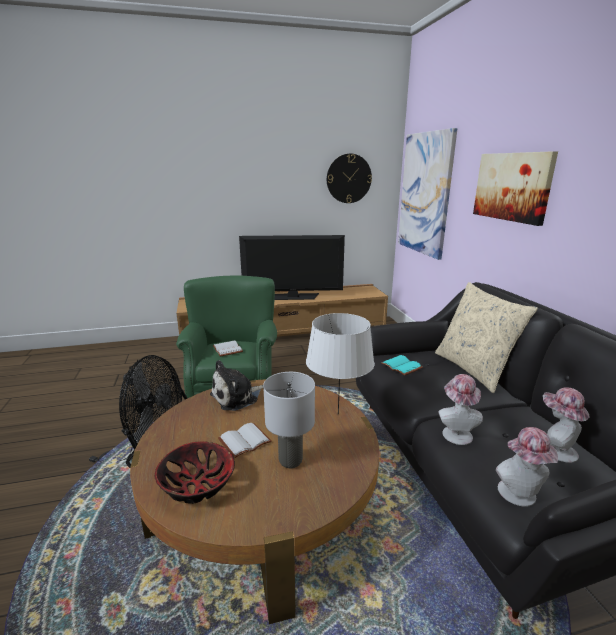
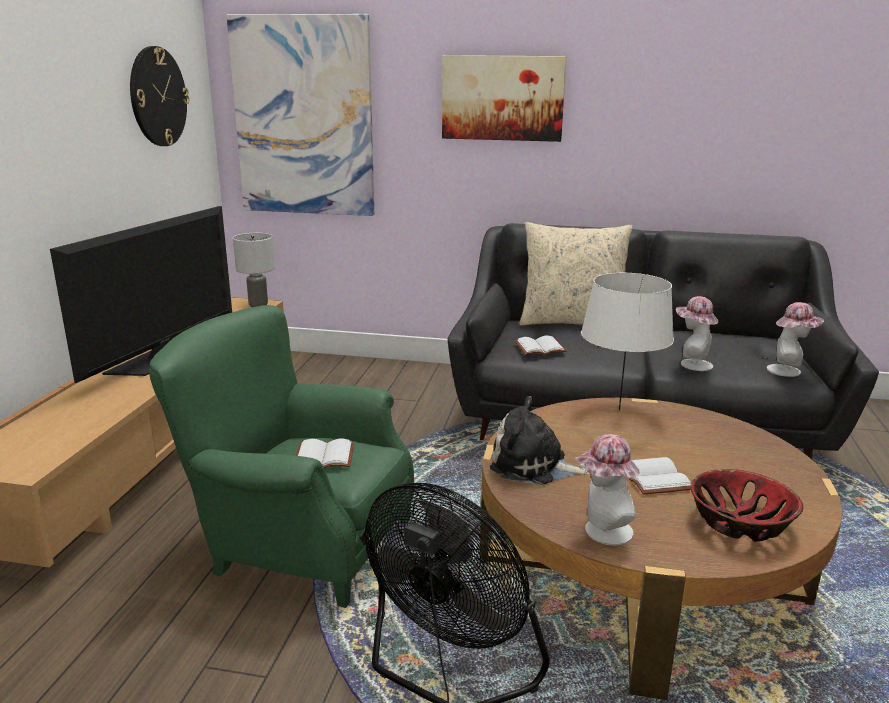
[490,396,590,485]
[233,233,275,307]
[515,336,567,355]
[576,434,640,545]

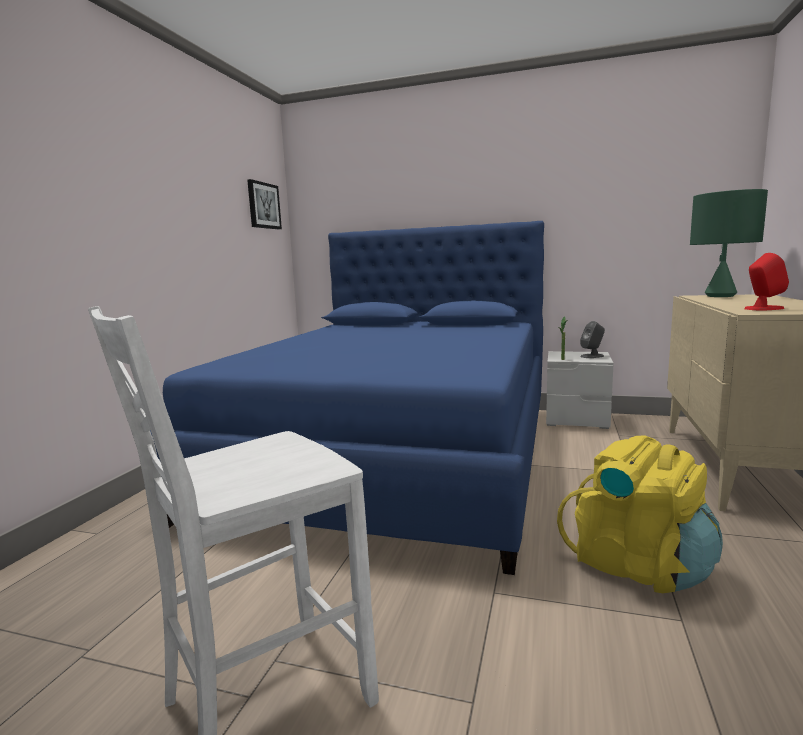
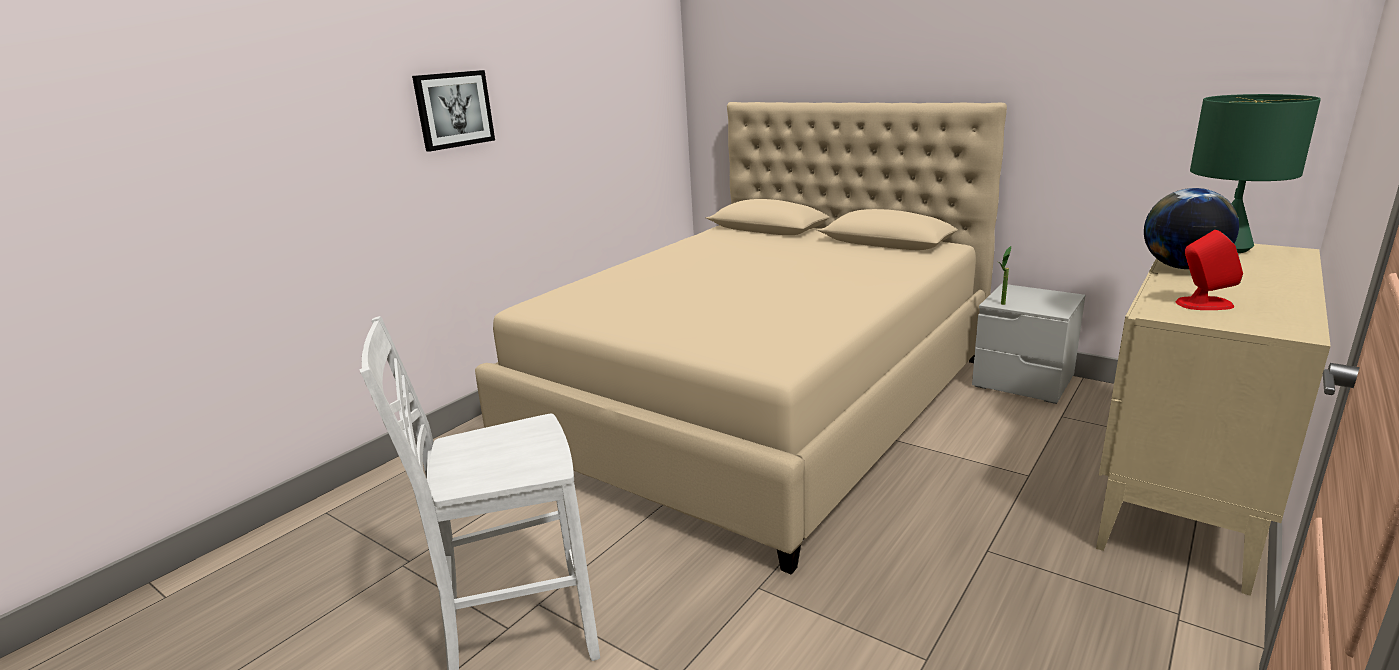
[475,102,1007,574]
[412,70,495,151]
[557,435,723,593] (first image)
[580,321,605,358] (first image)
[1144,188,1239,269]

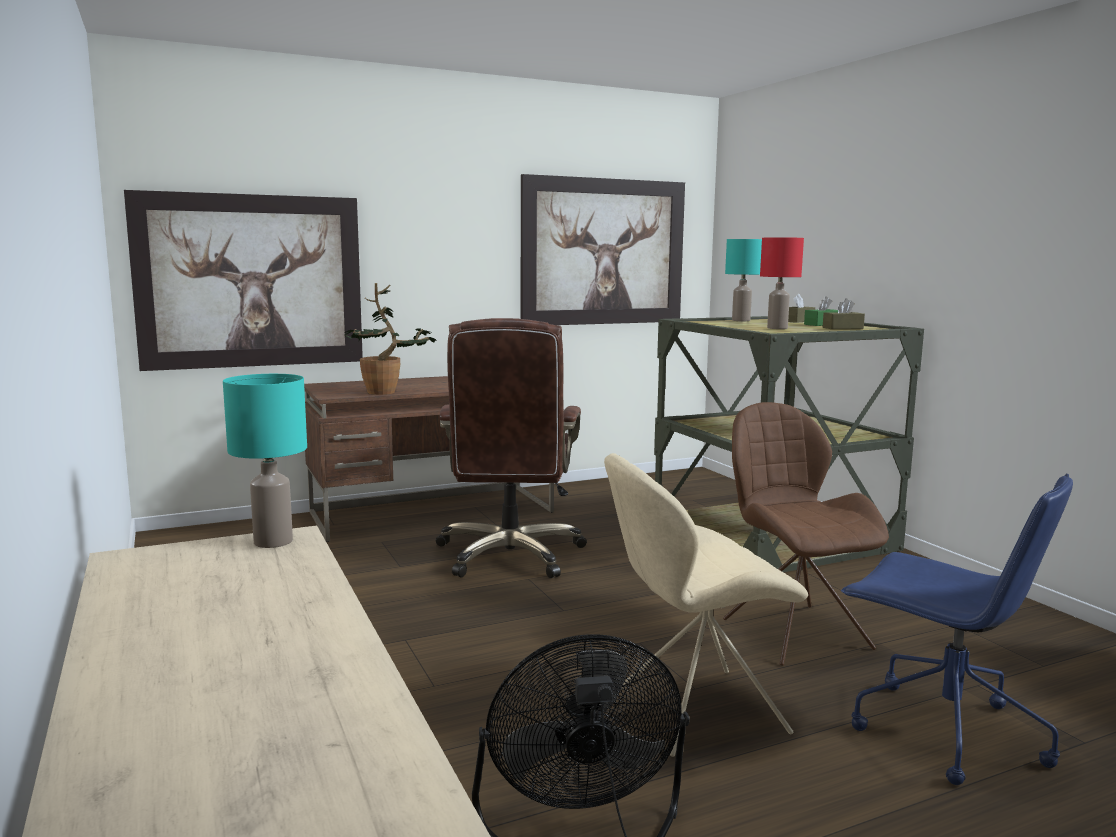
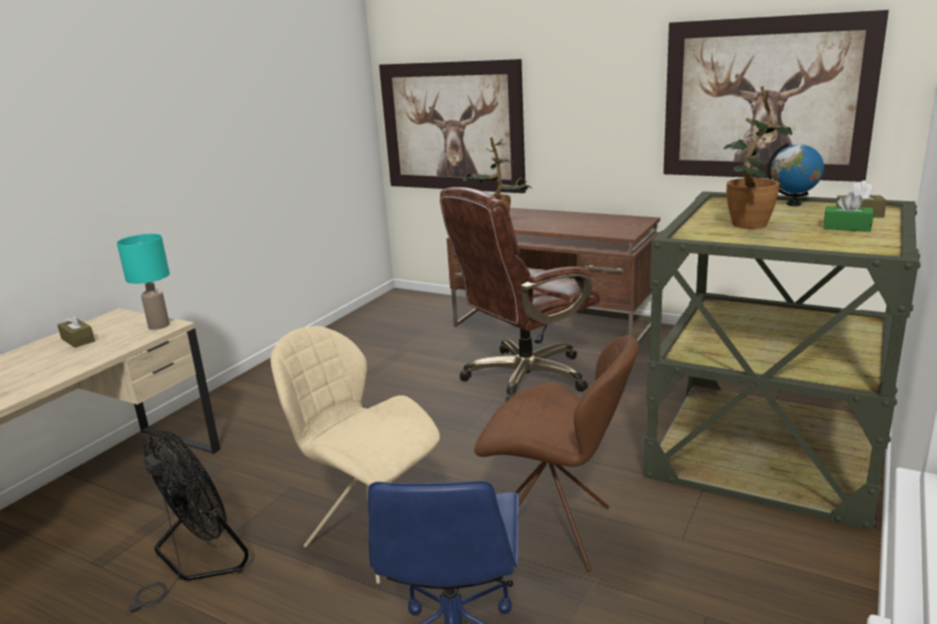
[474,335,639,571]
[767,143,824,206]
[723,86,792,229]
[58,311,95,348]

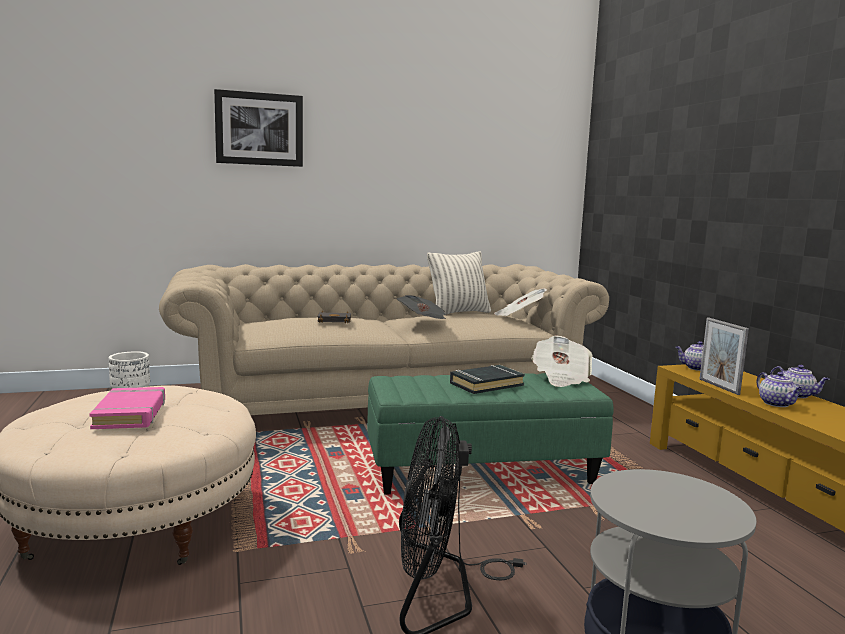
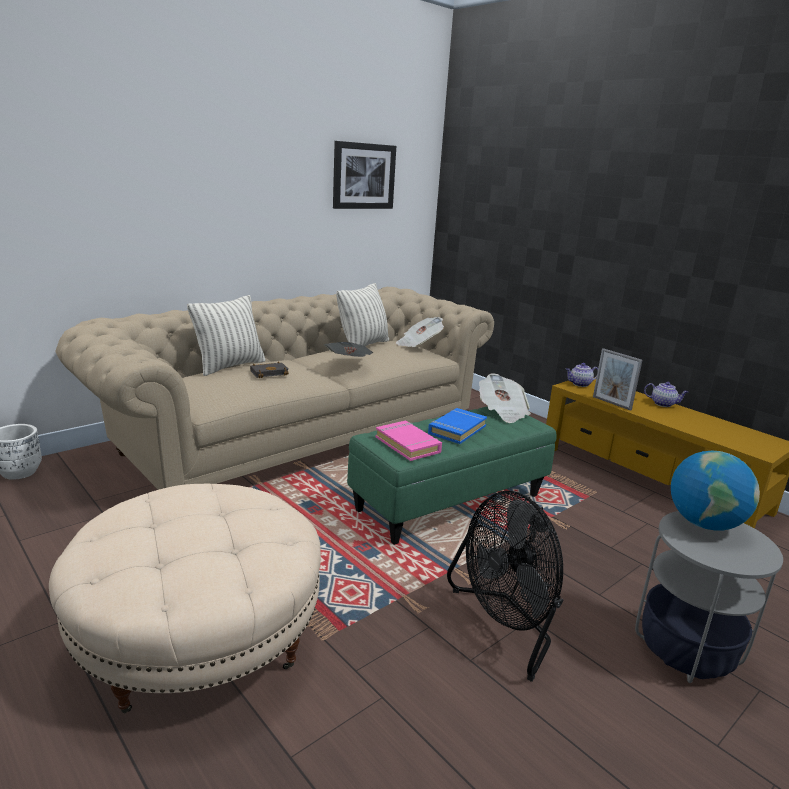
[375,421,442,461]
[333,141,396,209]
[428,408,487,444]
[756,372,803,407] (first image)
[187,295,266,376]
[671,451,760,531]

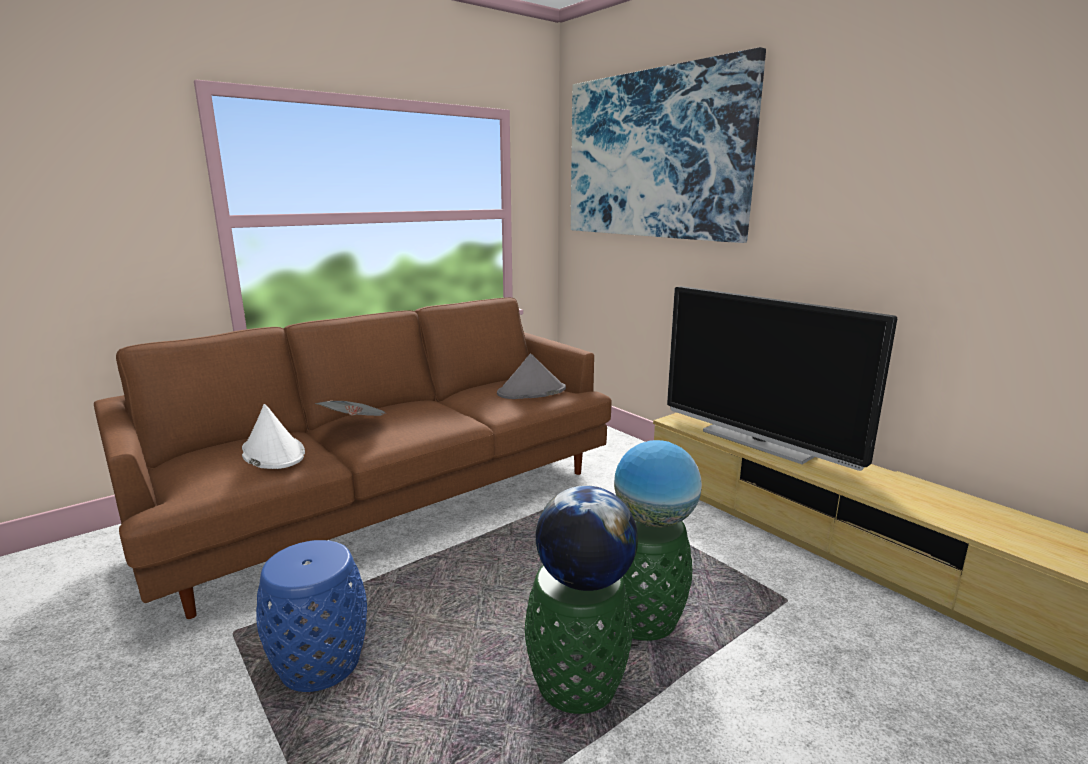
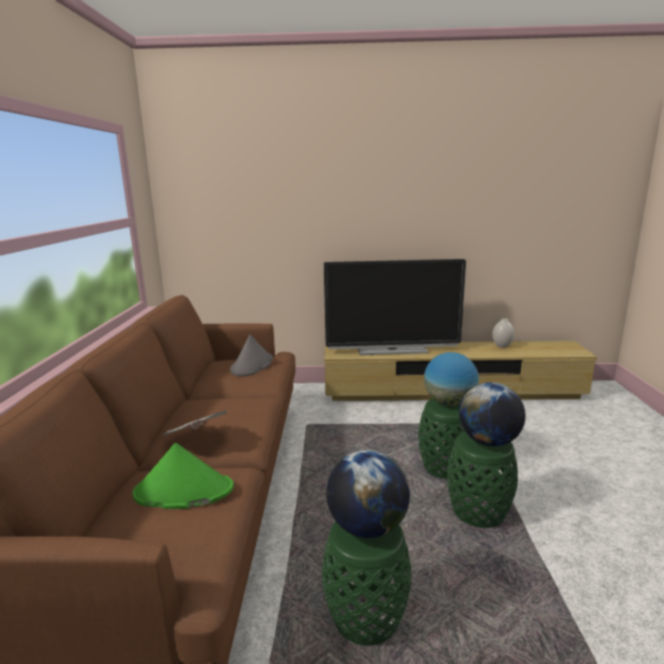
[133,443,234,509]
[322,521,411,645]
[571,47,766,243] (first image)
[326,450,410,538]
[492,318,515,348]

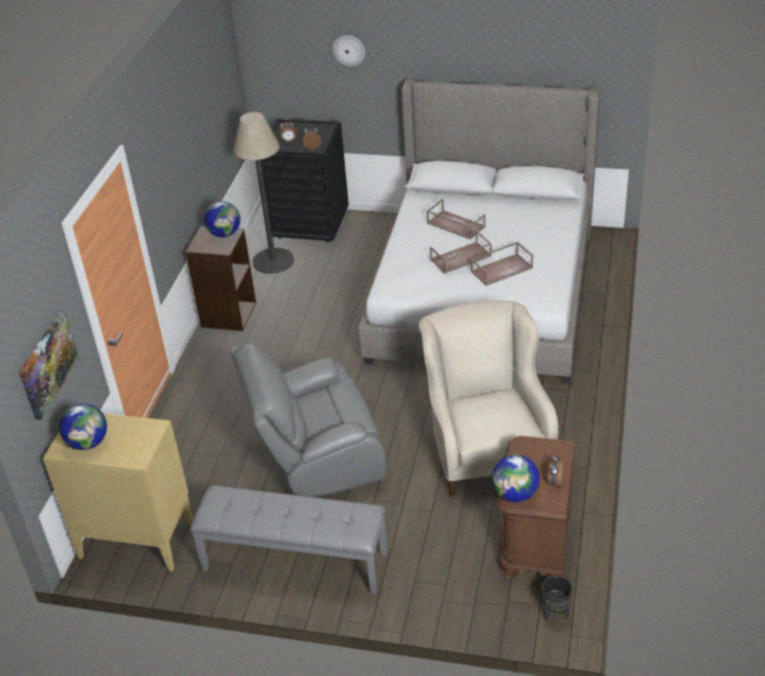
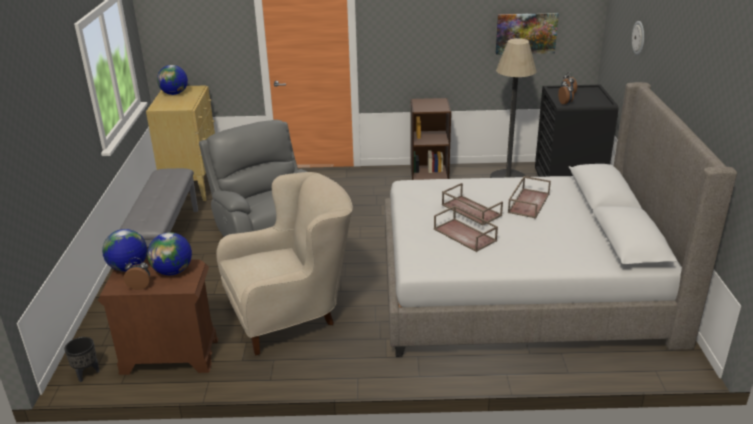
[495,13,559,55]
[147,232,192,275]

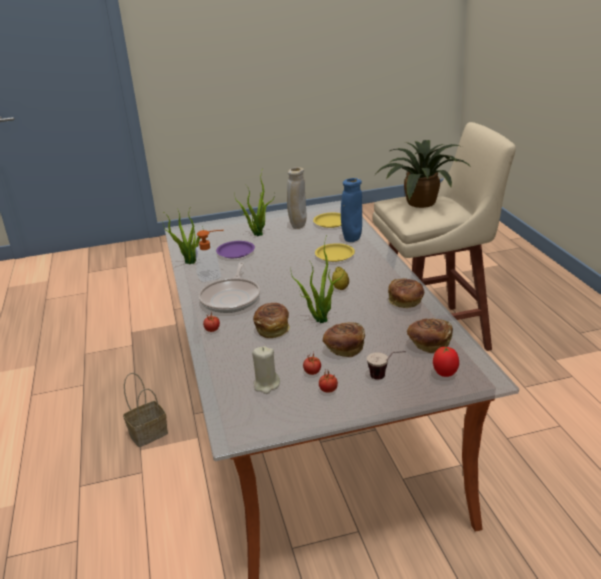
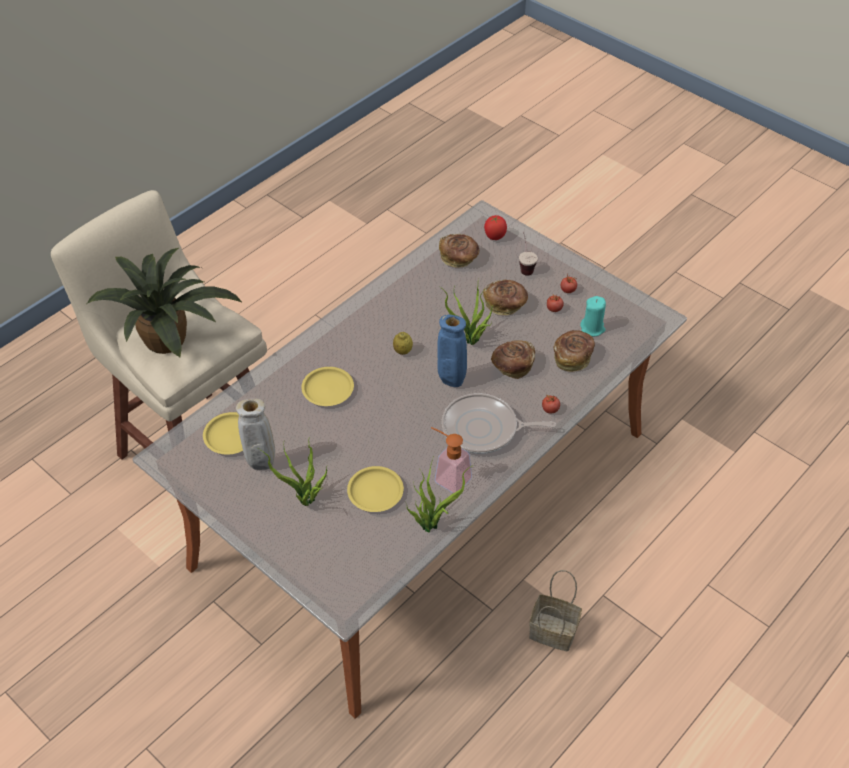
[442,393,556,454]
[347,466,404,512]
[580,296,606,336]
[437,315,467,387]
[553,330,595,372]

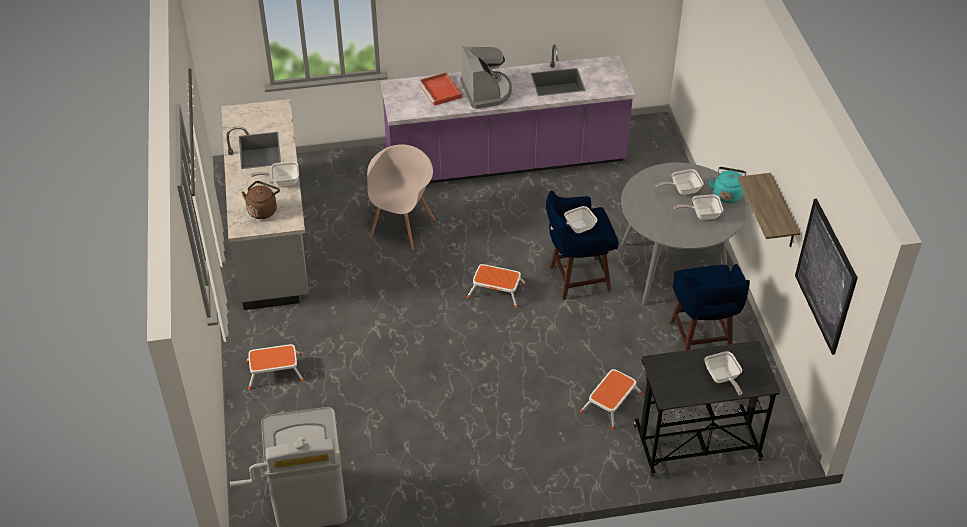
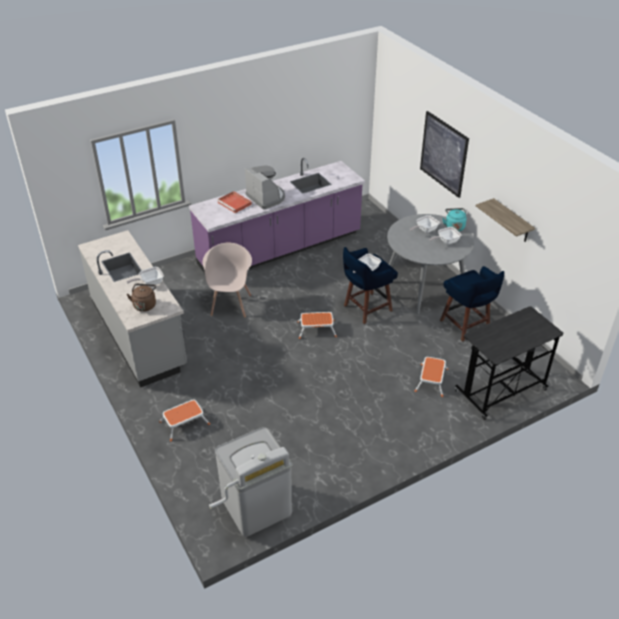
[704,351,742,396] (first image)
[420,111,469,198]

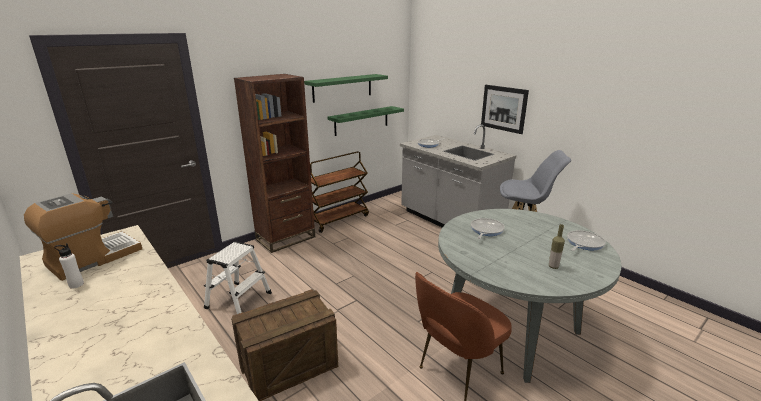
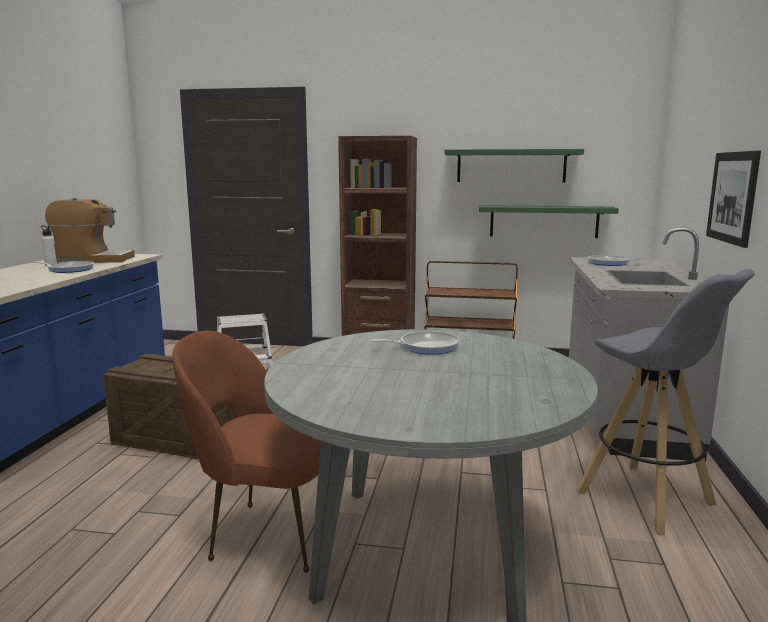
[549,224,565,269] (first image)
[30,261,94,273]

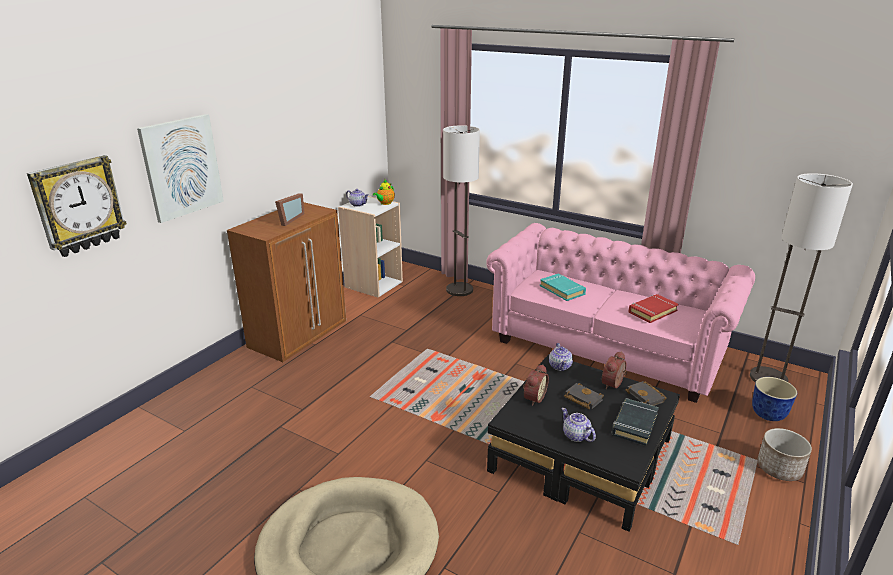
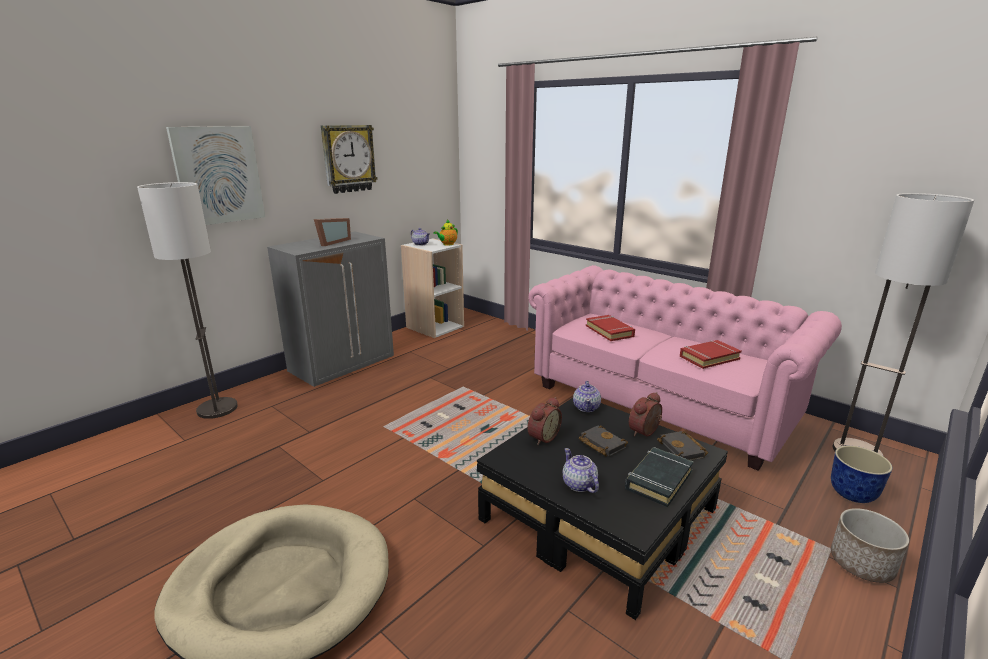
[321,125,378,194]
[267,232,394,387]
[137,182,238,419]
[586,315,635,341]

